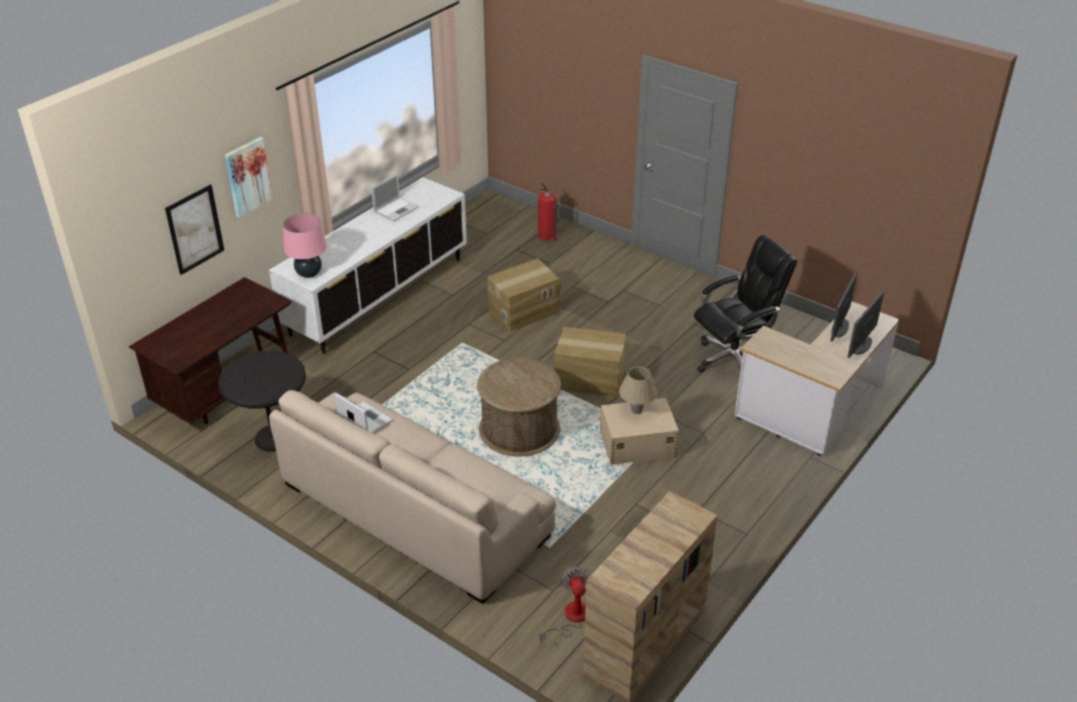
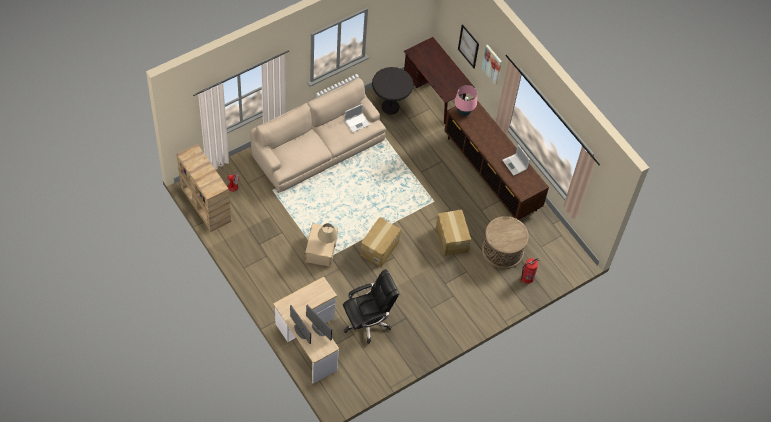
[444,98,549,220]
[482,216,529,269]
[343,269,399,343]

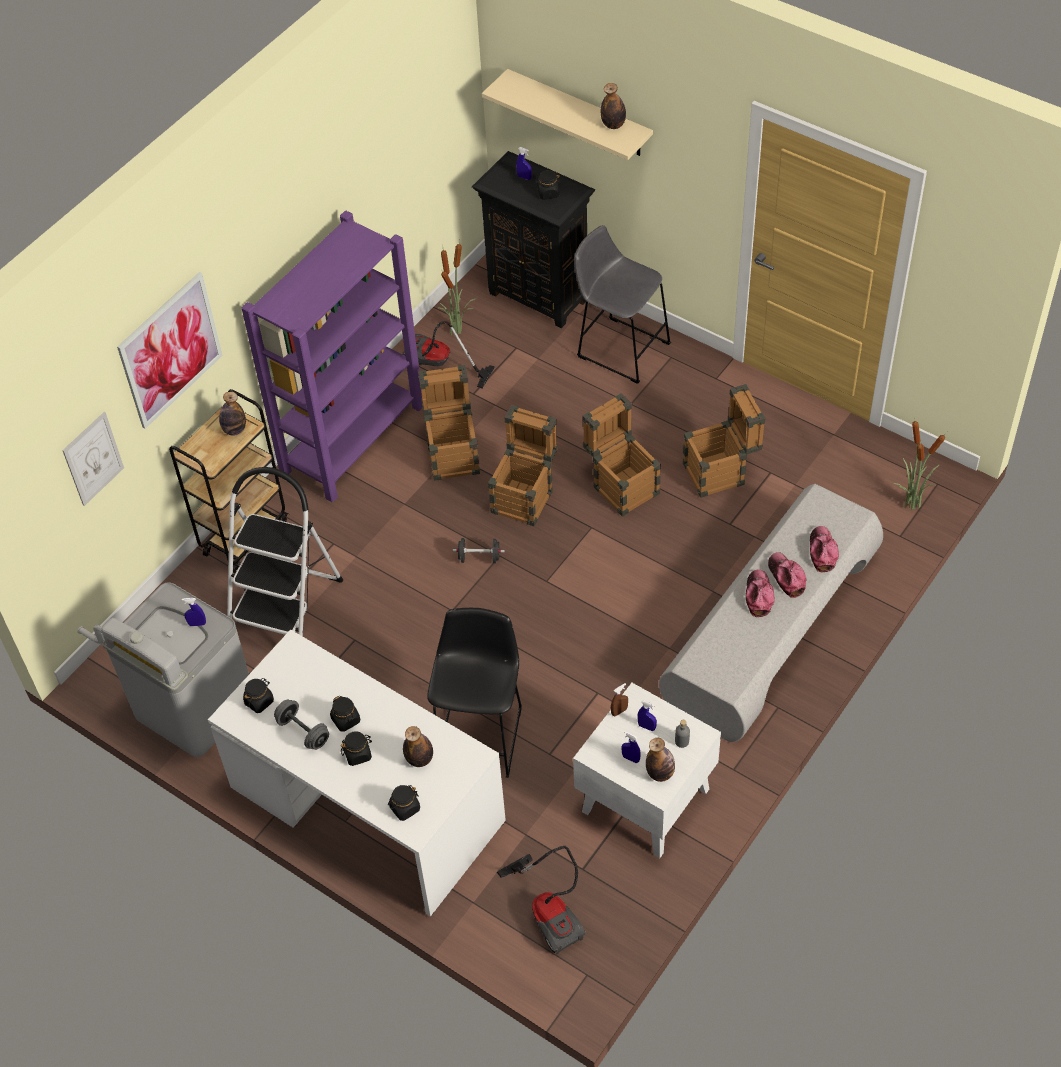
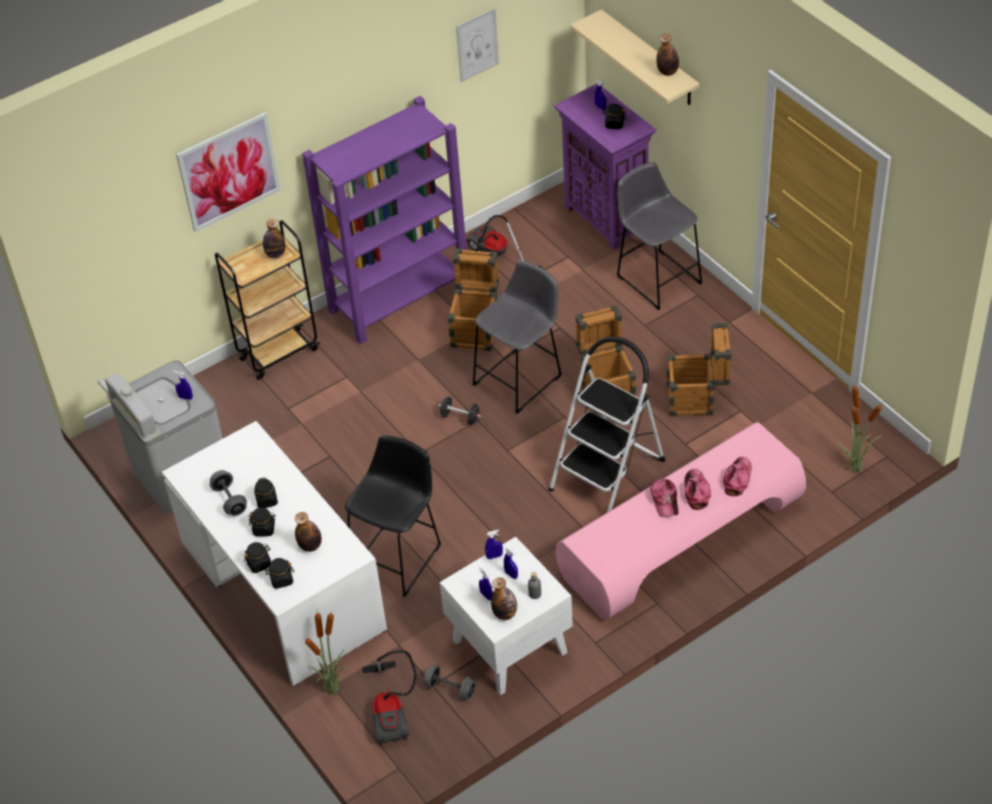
[456,8,499,82]
[549,336,665,512]
[244,542,271,573]
[304,610,349,695]
[554,83,657,249]
[472,260,562,414]
[485,530,503,559]
[556,422,806,620]
[650,479,679,517]
[424,665,476,701]

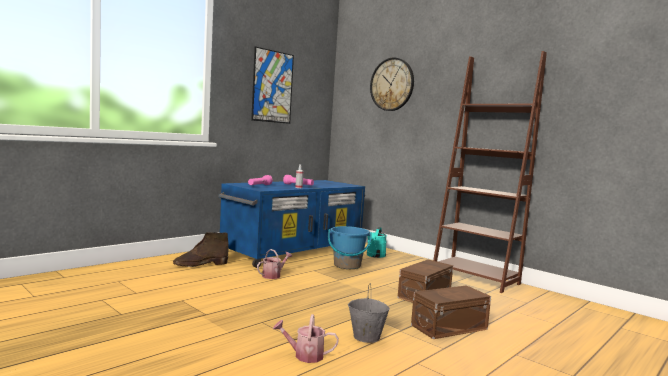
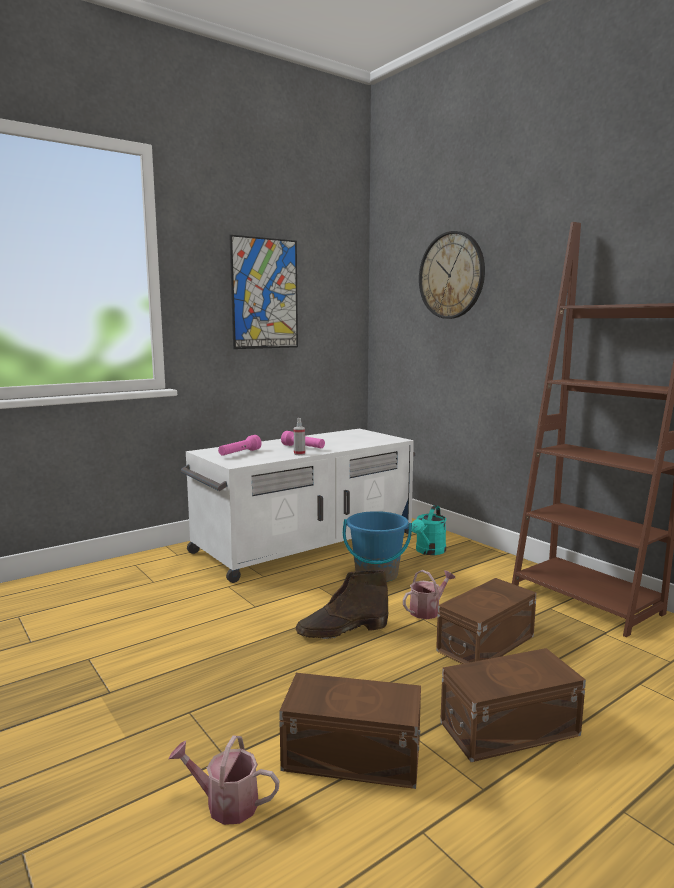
[296,570,388,639]
[181,429,415,583]
[403,570,455,619]
[279,673,421,789]

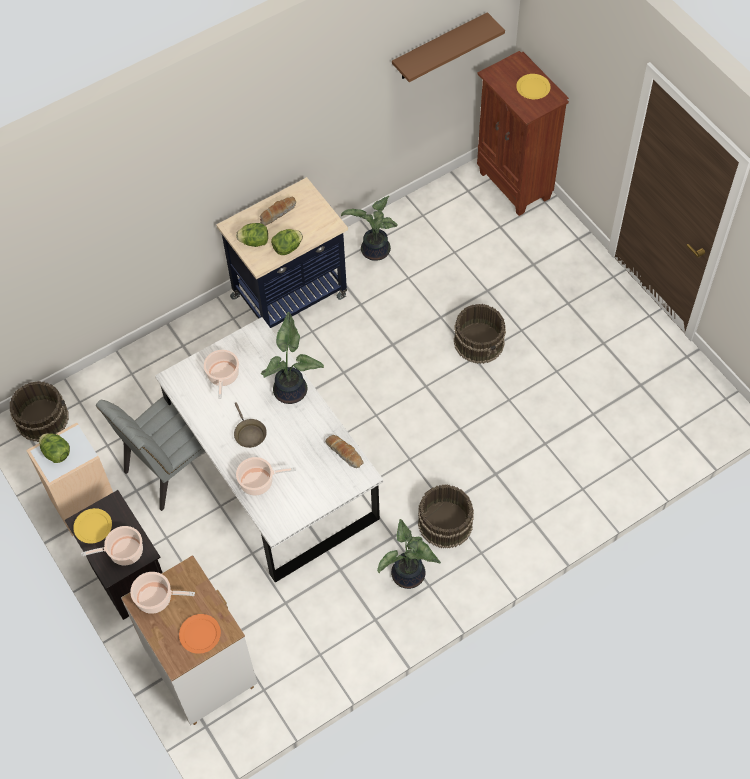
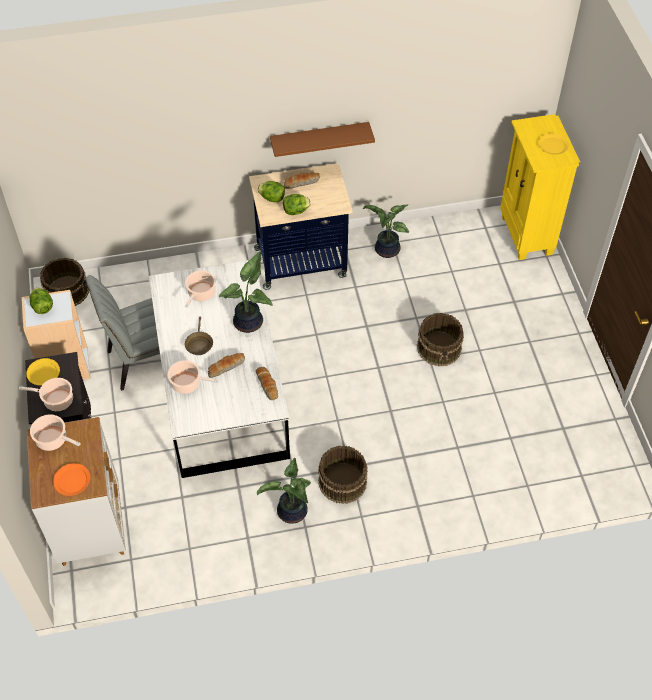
[270,122,375,157]
[500,114,580,260]
[208,353,245,378]

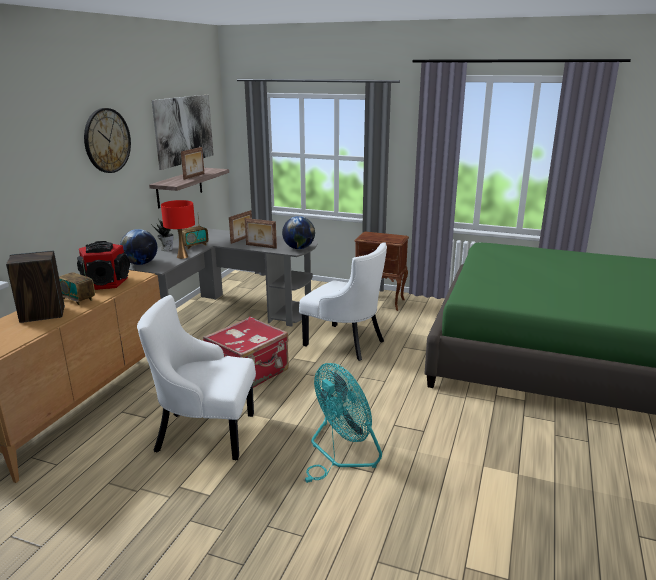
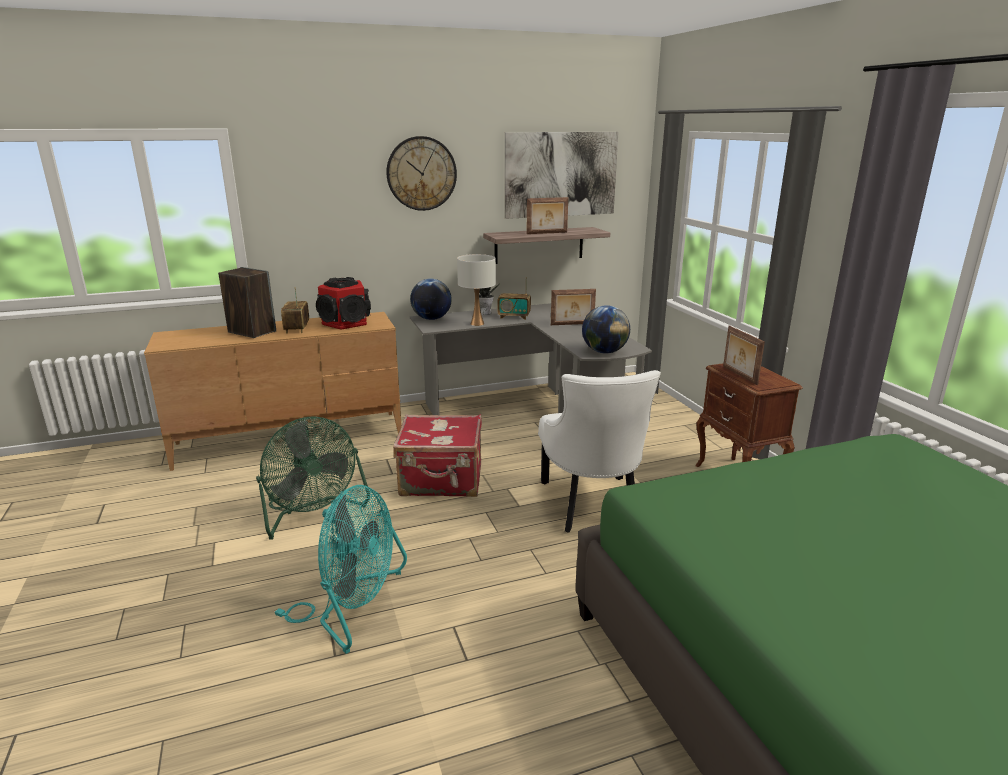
[256,417,370,540]
[457,254,496,326]
[723,326,765,385]

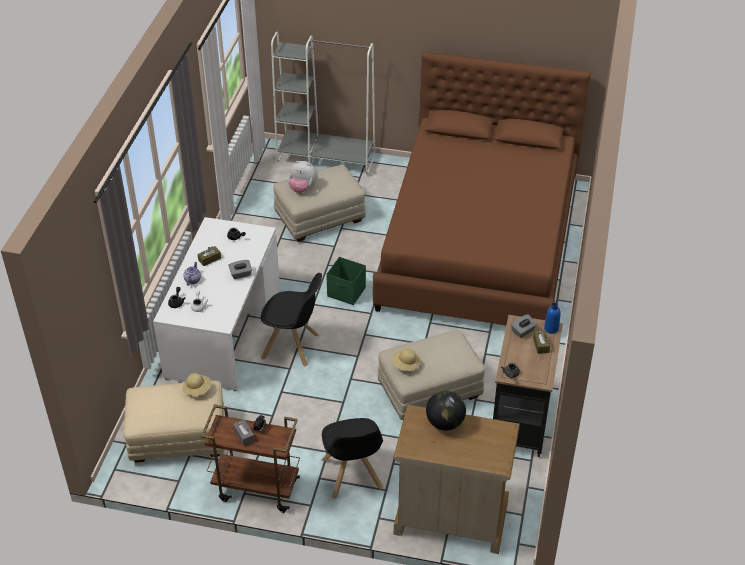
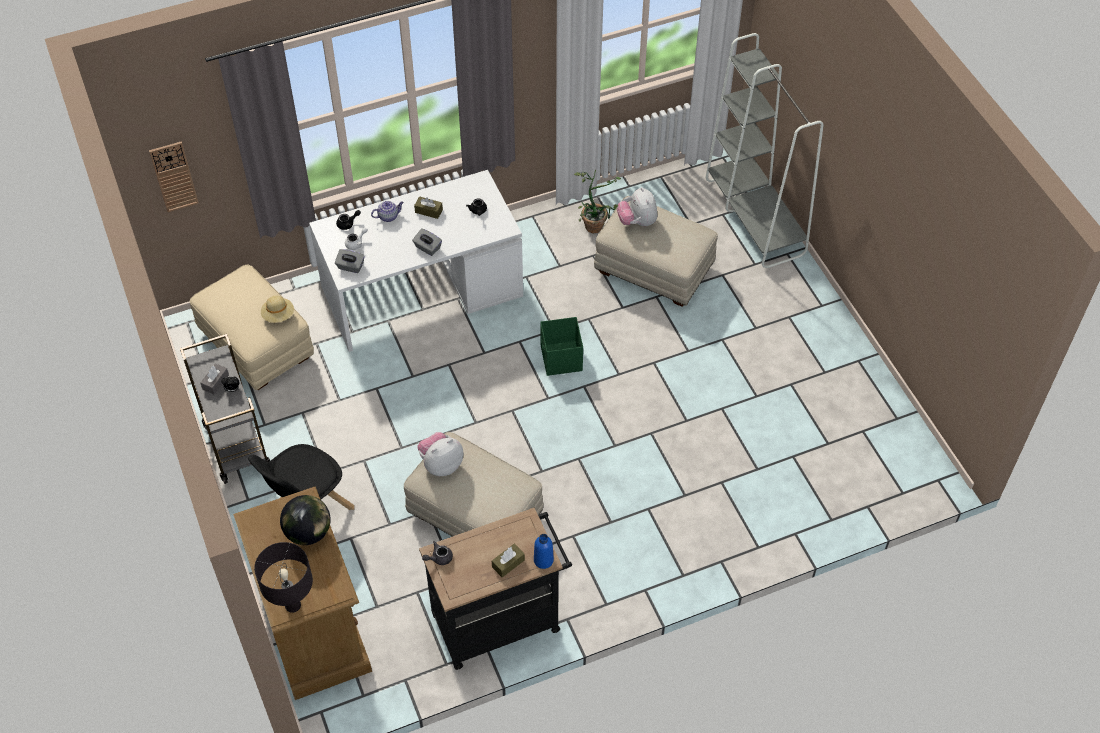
[180,334,270,484]
[261,273,322,367] (first image)
[373,51,591,325] (first image)
[417,432,463,476]
[335,249,365,273]
[149,141,199,212]
[254,542,313,613]
[574,170,621,233]

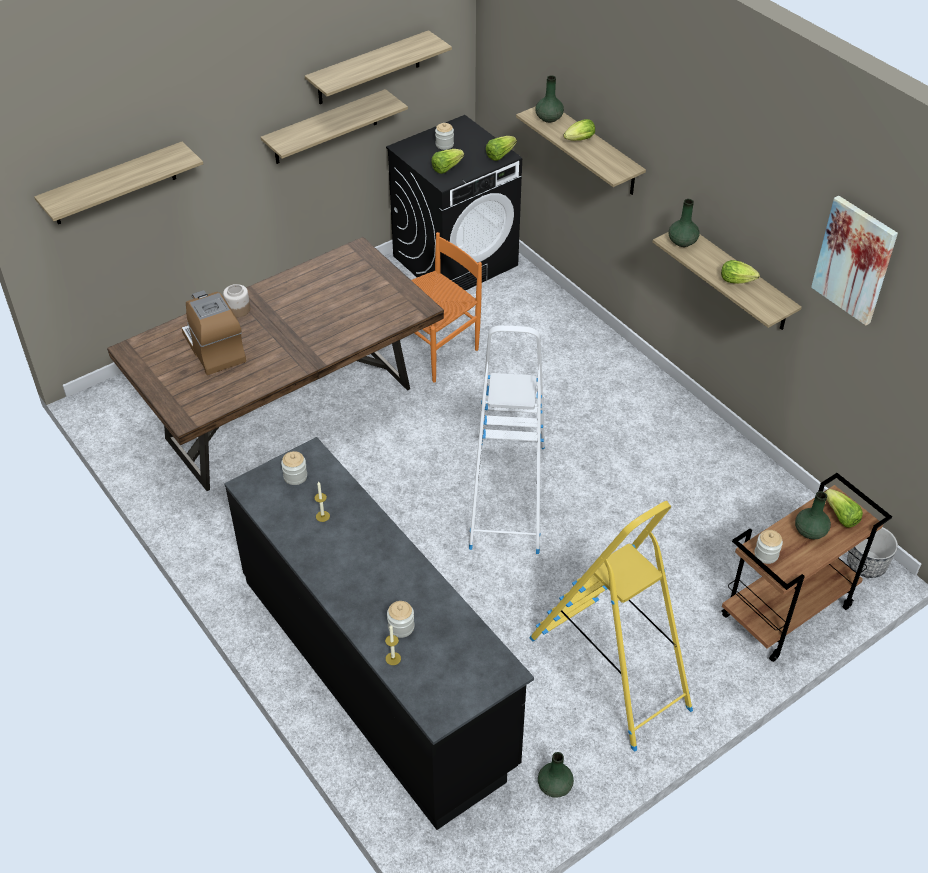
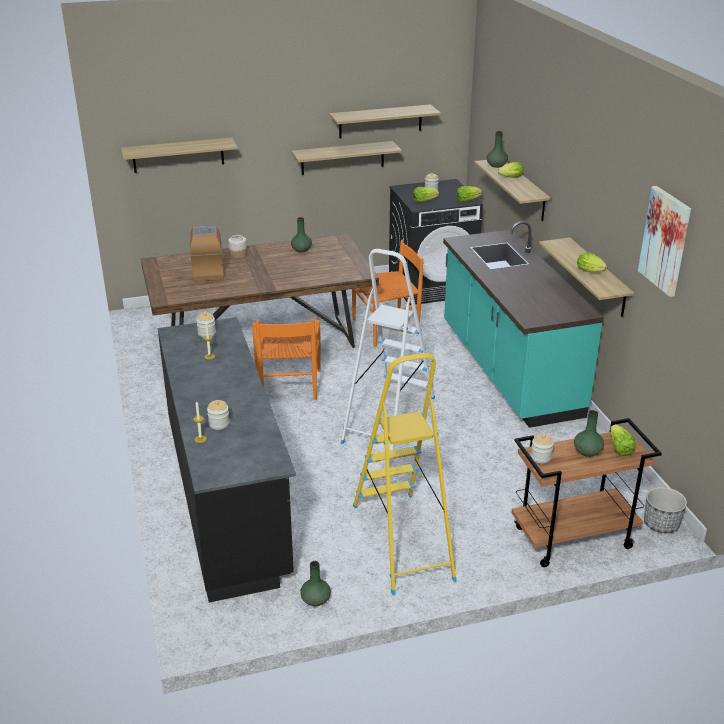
[291,217,312,253]
[252,318,321,400]
[443,221,604,428]

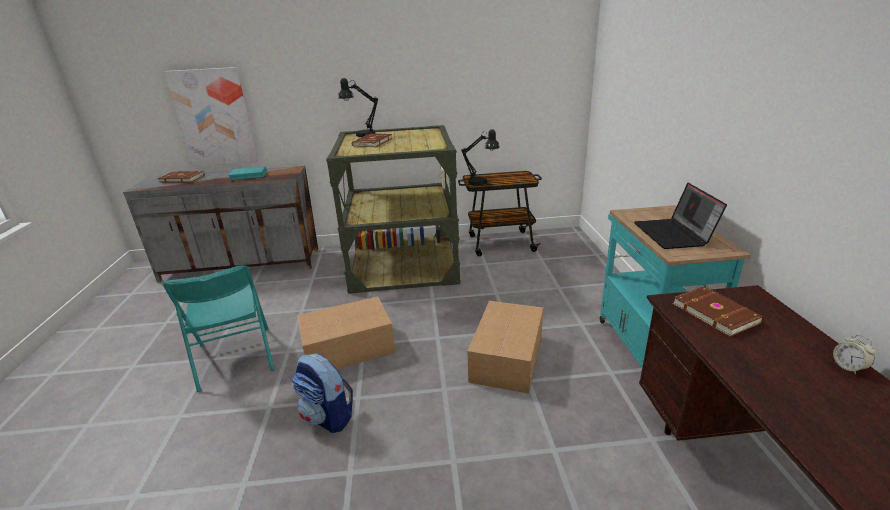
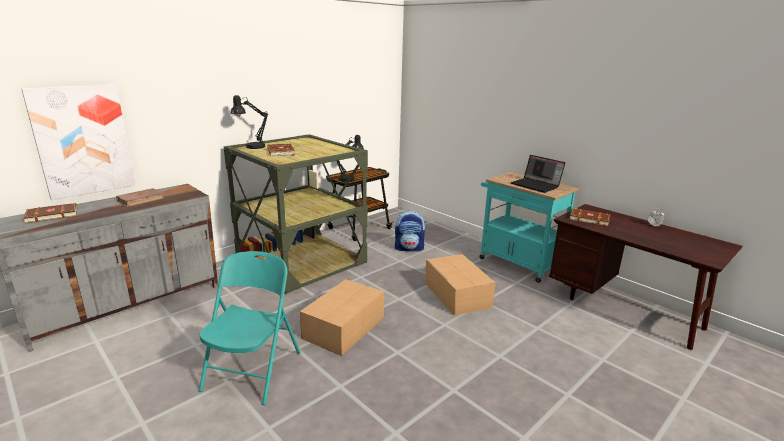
[198,251,301,405]
[116,188,165,207]
[395,211,426,251]

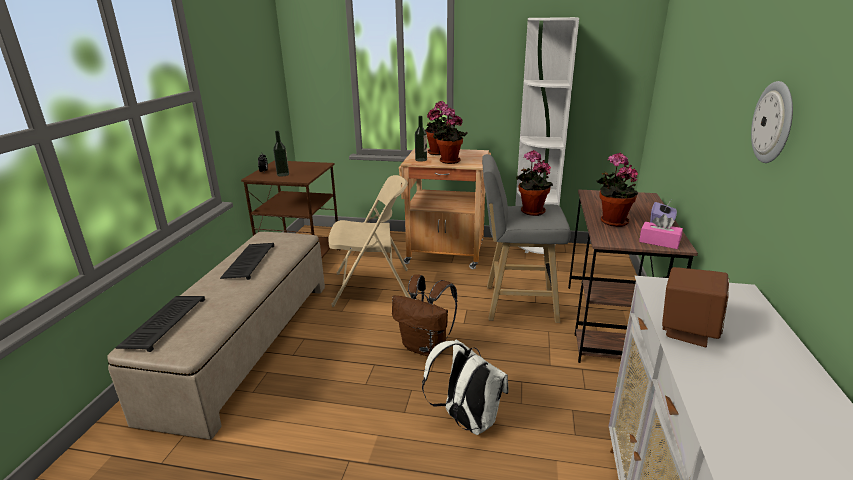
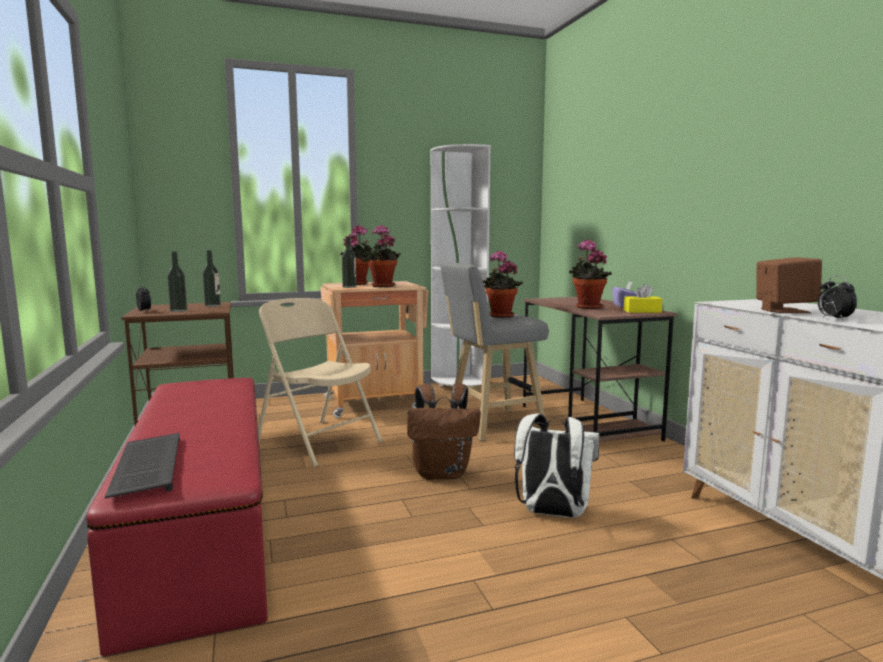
[86,378,268,656]
[220,243,274,280] (first image)
[258,298,383,467]
[624,284,662,313]
[751,81,793,163] (first image)
[202,250,221,307]
[818,276,857,321]

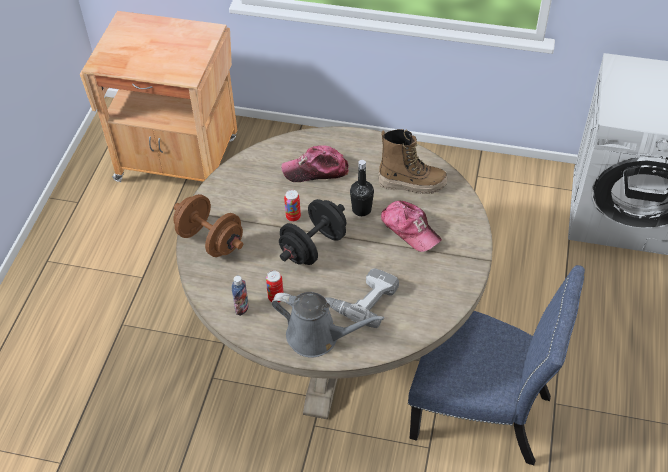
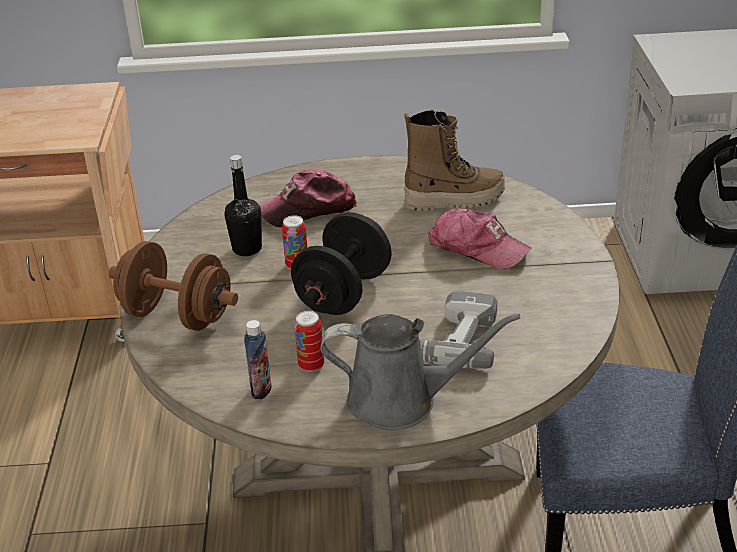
[224,155,262,256]

